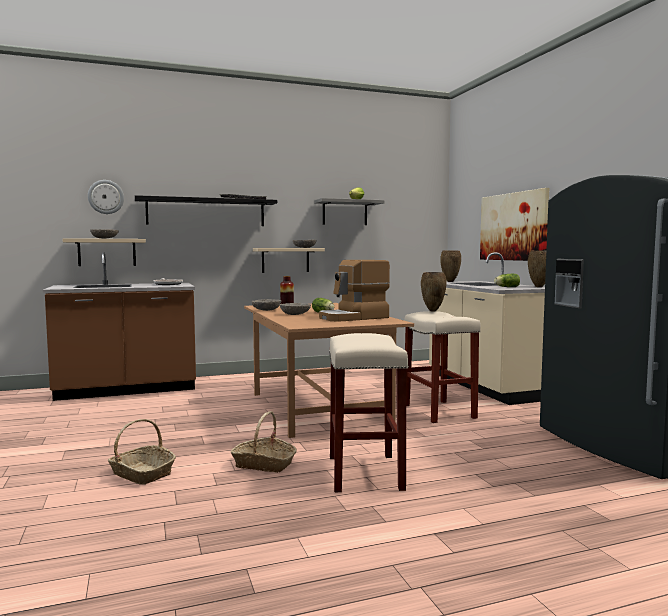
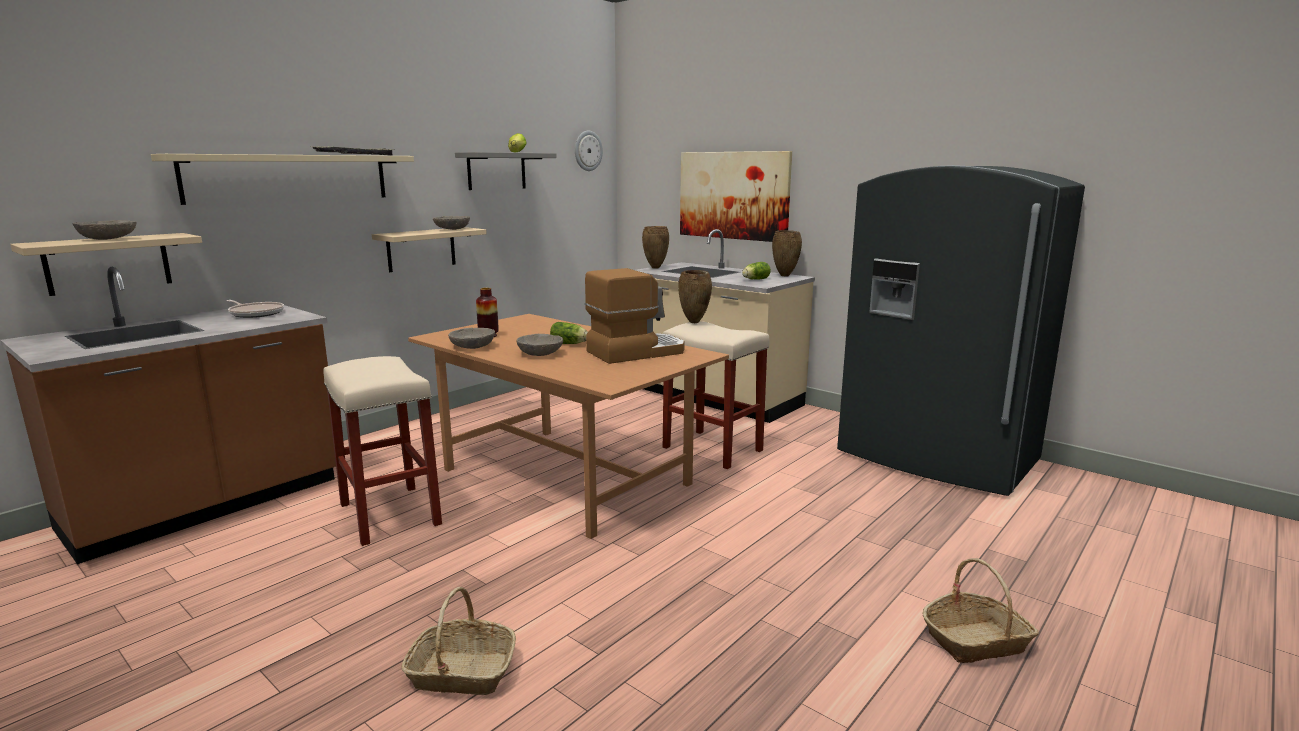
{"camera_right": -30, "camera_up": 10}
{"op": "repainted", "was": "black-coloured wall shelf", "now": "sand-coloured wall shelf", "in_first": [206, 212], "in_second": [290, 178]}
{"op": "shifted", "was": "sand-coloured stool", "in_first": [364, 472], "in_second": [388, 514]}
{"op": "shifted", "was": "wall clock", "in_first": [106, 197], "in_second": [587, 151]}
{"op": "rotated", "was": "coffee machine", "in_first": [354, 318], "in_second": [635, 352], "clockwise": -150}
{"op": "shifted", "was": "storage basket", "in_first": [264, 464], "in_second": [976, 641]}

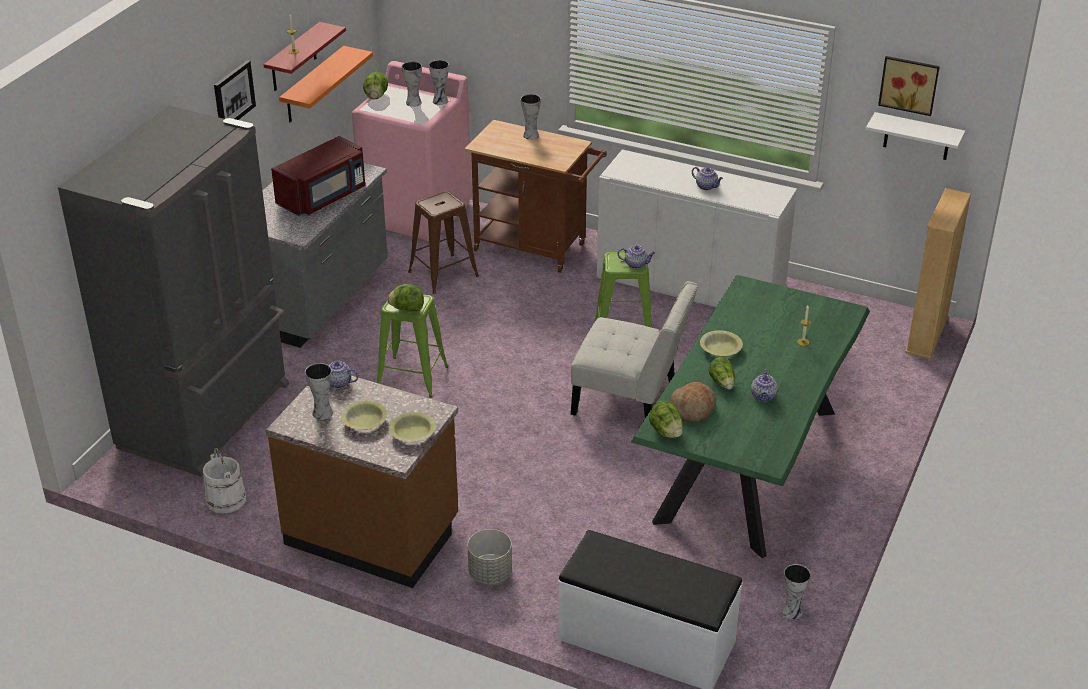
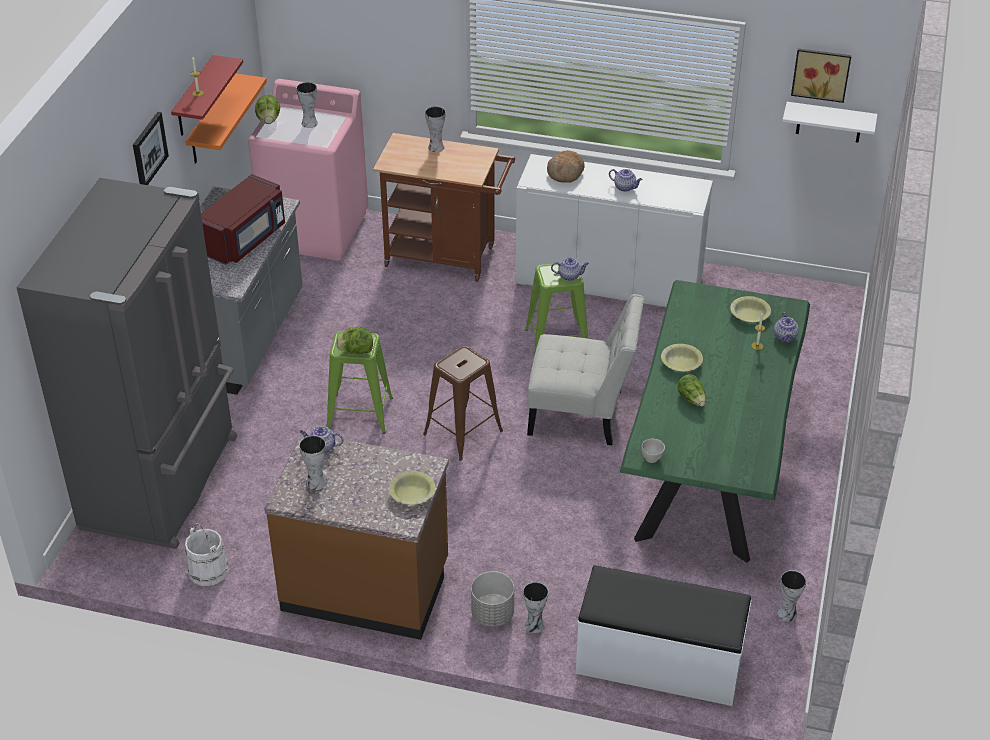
{"camera_right": -10, "camera_up": 5}
{"op": "shifted", "was": "brown-coloured stool", "in_first": [444, 274], "in_second": [463, 432]}
{"op": "shifted", "was": "vase", "in_first": [441, 101], "in_second": [535, 625]}
{"op": "shifted", "was": "baked bread", "in_first": [693, 409], "in_second": [565, 173]}
{"op": "swapped", "was": "head of lettuce", "now": "white-coloured serving bowl", "in_first": [666, 432], "in_second": [652, 458]}
{"op": "shifted", "was": "yellow serving bowl", "in_first": [364, 421], "in_second": [749, 315]}
{"op": "shifted", "was": "tea pot", "in_first": [763, 396], "in_second": [785, 337]}
{"op": "gone", "was": "sand-coloured shelving unit", "in_first": [926, 335]}

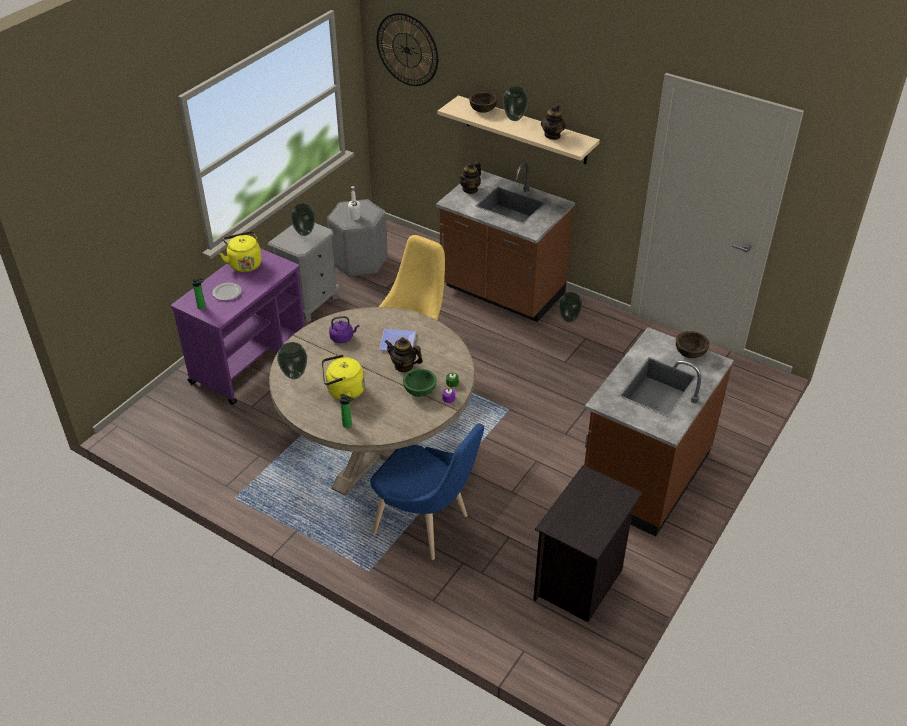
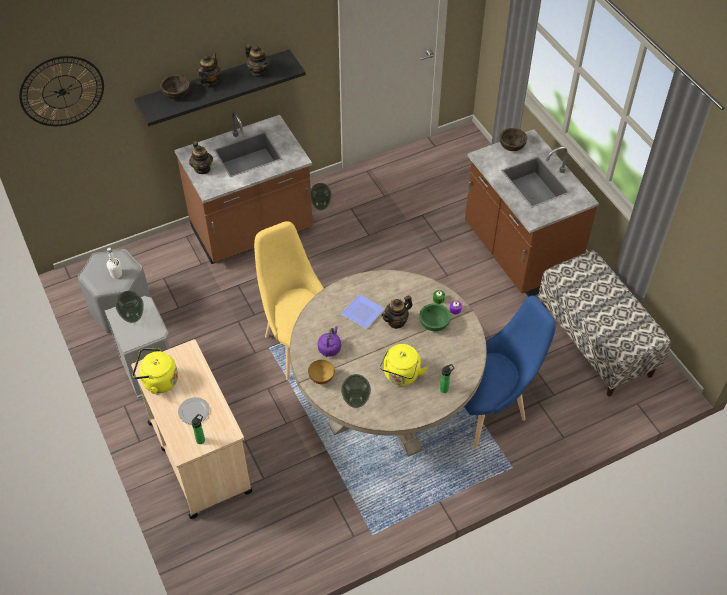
{"camera_right": -60, "camera_up": 10}
{"op": "repainted", "was": "purple-coloured cart", "now": "sand-coloured cart", "in_first": [250, 361], "in_second": [199, 456]}
{"op": "repainted", "was": "sand-coloured wall shelf", "now": "black-coloured wall shelf", "in_first": [526, 130], "in_second": [215, 85]}
{"op": "swapped", "was": "vase", "now": "tea pot", "in_first": [514, 118], "in_second": [209, 82]}
{"op": "new", "now": "serving bowl", "in_second": [321, 378]}
{"op": "swapped", "was": "black-coloured bedside table", "now": "long seat", "in_first": [580, 583], "in_second": [595, 341]}

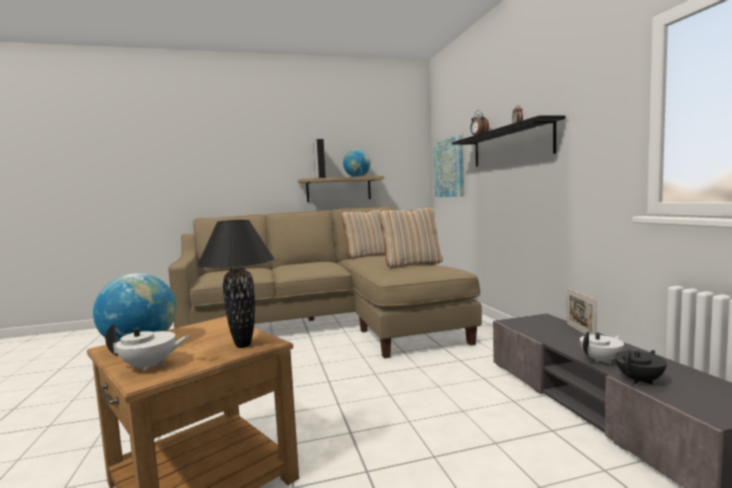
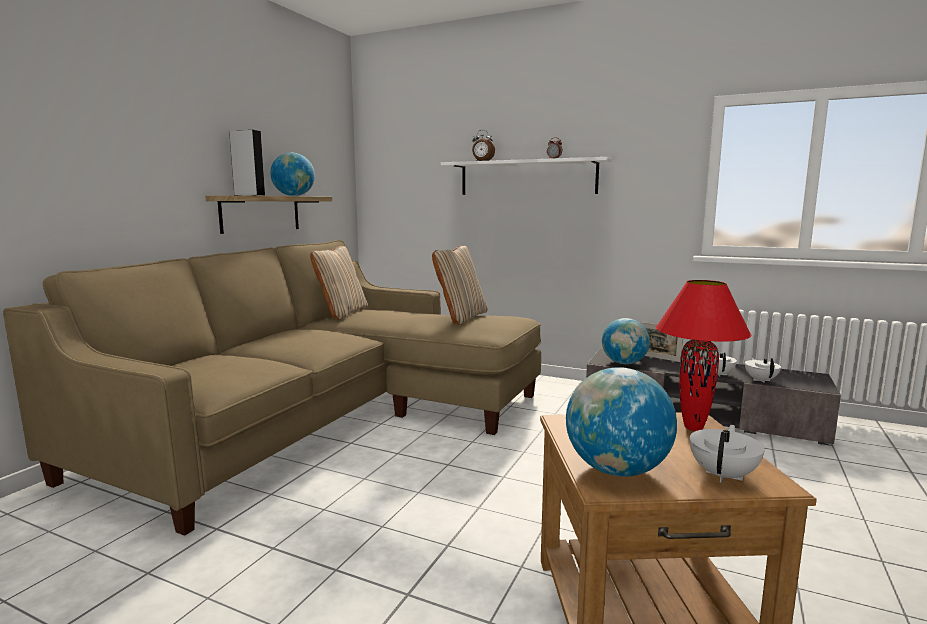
{"camera_right": -50, "camera_up": 5}
{"op": "repainted", "was": "black-coloured wall shelf", "now": "white-coloured wall shelf", "in_first": [510, 146], "in_second": [527, 178]}
{"op": "new", "now": "desk globe", "in_second": [624, 363]}
{"op": "repainted", "was": "black-coloured table lamp", "now": "reddish table lamp", "in_first": [243, 346], "in_second": [694, 428]}
{"op": "repainted", "was": "black-coloured tea pot", "now": "white-coloured tea pot", "in_first": [640, 380], "in_second": [761, 380]}
{"op": "gone", "was": "wall picture", "in_first": [449, 168]}

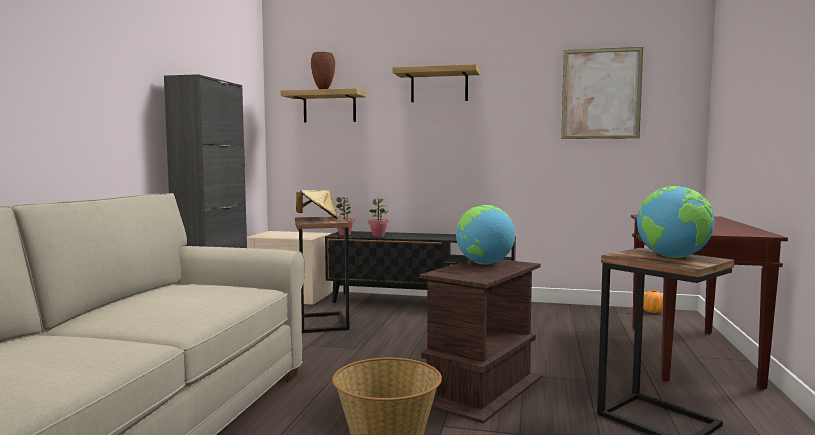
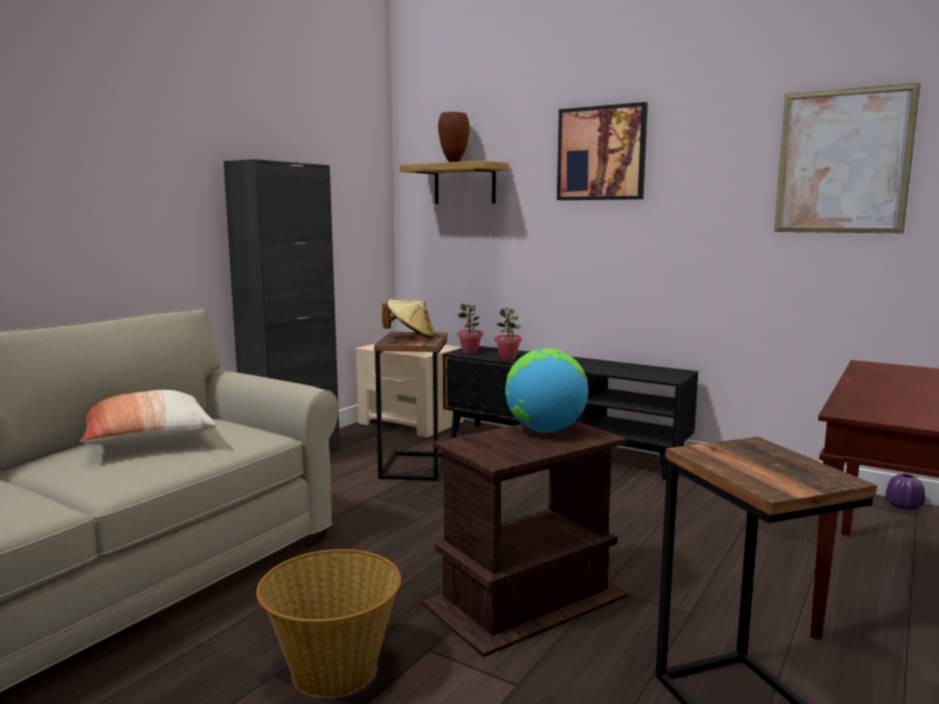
{"camera_right": 20, "camera_up": 5}
{"op": "new", "now": "cushion", "in_second": [147, 440]}
{"op": "swapped", "was": "wall shelf", "now": "wall picture", "in_first": [439, 86], "in_second": [601, 153]}
{"op": "repainted", "was": "orangey vase", "now": "purple-coloured vase", "in_first": [652, 311], "in_second": [903, 506]}
{"op": "gone", "was": "desk globe", "in_first": [673, 257]}

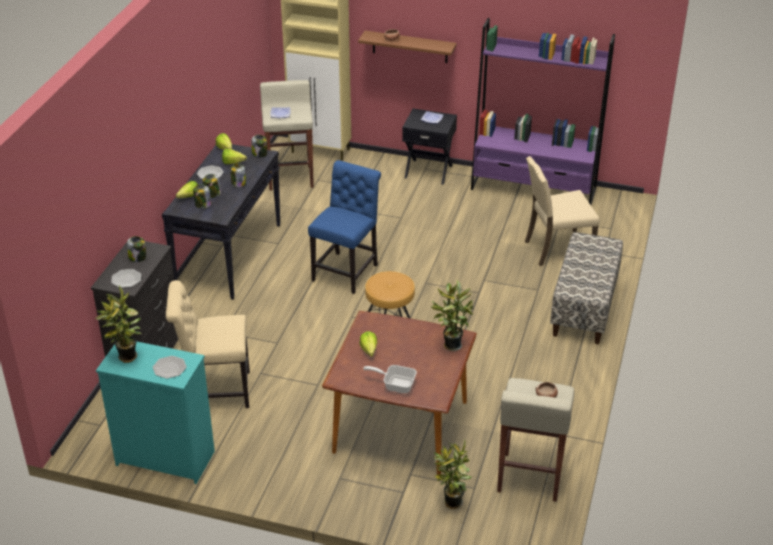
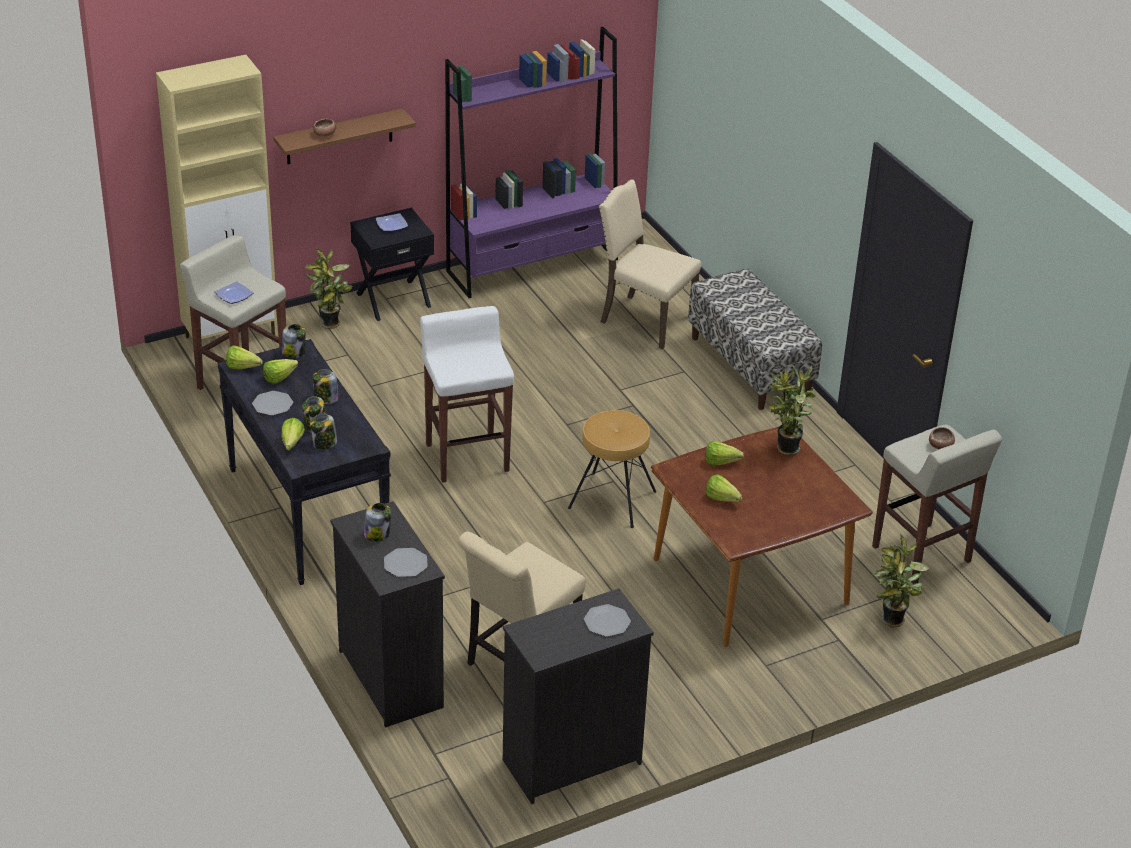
{"camera_right": -45, "camera_up": 0}
{"op": "shifted", "was": "potted plant", "in_first": [126, 358], "in_second": [330, 325]}
{"op": "swapped", "was": "blue plain chair", "now": "white-coloured stool", "in_first": [347, 271], "in_second": [467, 456]}
{"op": "repainted", "was": "blue-green dresser", "now": "black-coloured dresser", "in_first": [165, 457], "in_second": [570, 761]}
{"op": "rotated", "was": "sand-coloured plain chair", "in_first": [556, 249], "in_second": [644, 320], "clockwise": 90}
{"op": "new", "now": "head of lettuce", "in_second": [724, 463]}
{"op": "gone", "was": "pan", "in_first": [395, 384]}

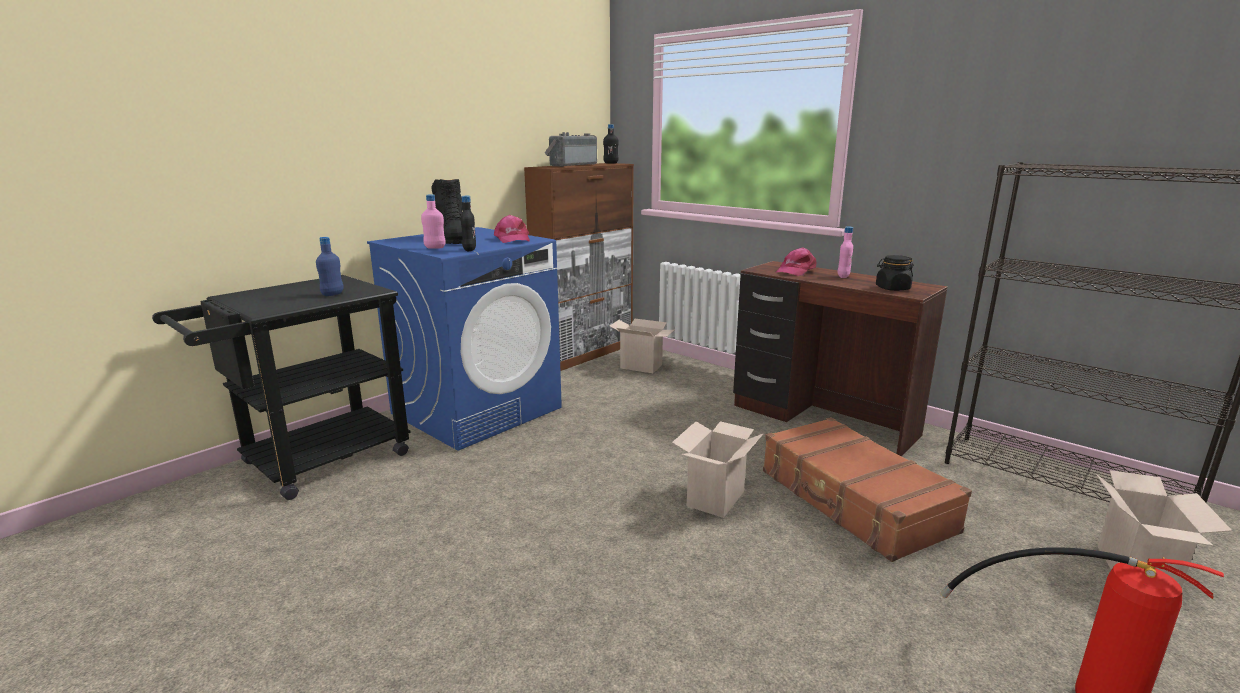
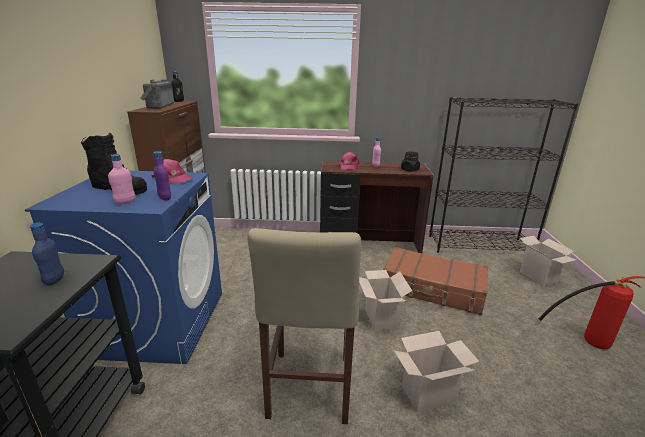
{"camera_right": -40, "camera_up": 5}
{"op": "repainted", "was": "black-coloured beverage bottle", "now": "purple-coloured beverage bottle", "in_first": [469, 250], "in_second": [165, 198]}
{"op": "new", "now": "sand-coloured stool", "in_second": [308, 390]}
{"op": "shifted", "was": "cardboard box", "in_first": [642, 366], "in_second": [429, 393]}

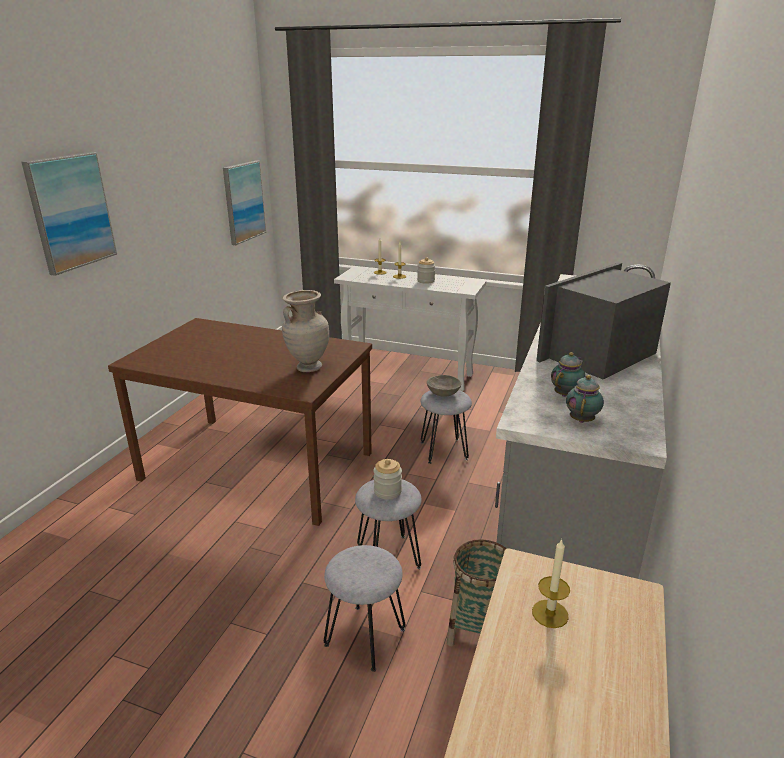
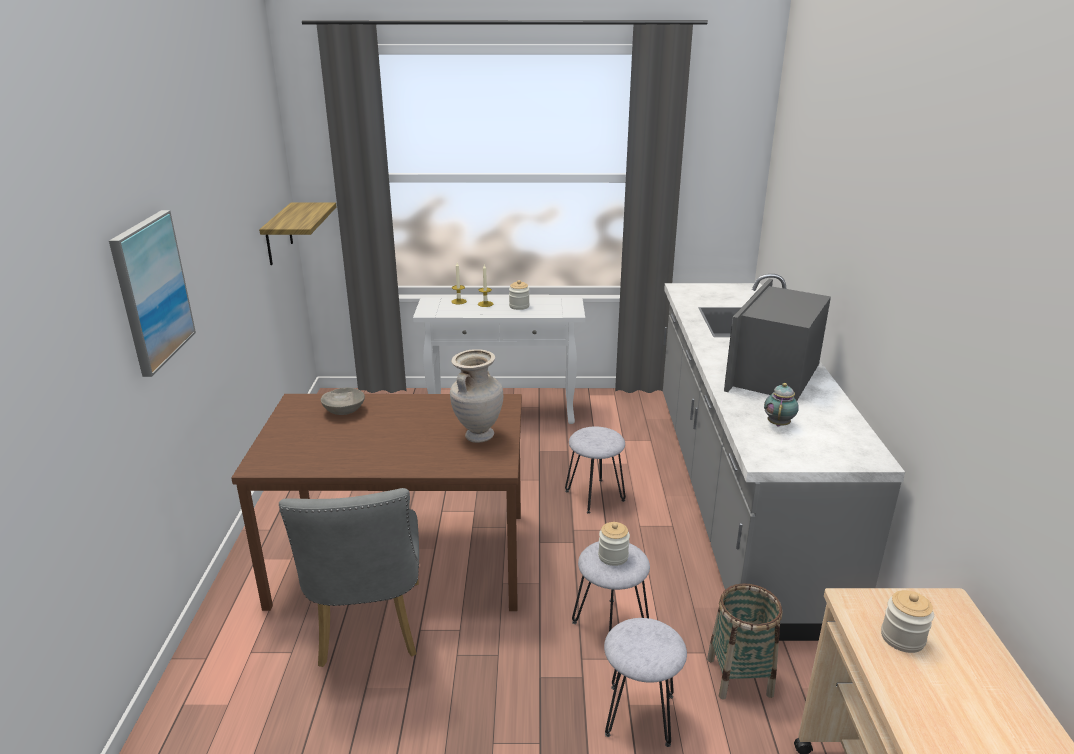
{"camera_right": -20, "camera_up": 0}
{"op": "swapped", "was": "wall picture", "now": "wall shelf", "in_first": [243, 202], "in_second": [278, 234]}
{"op": "new", "now": "grey plain chair", "in_second": [369, 630]}
{"op": "shifted", "was": "grey serving bowl", "in_first": [443, 393], "in_second": [343, 411]}
{"op": "swapped", "was": "candle", "now": "storage jar", "in_first": [550, 613], "in_second": [902, 638]}
{"op": "gone", "was": "tea pot", "in_first": [582, 419]}

